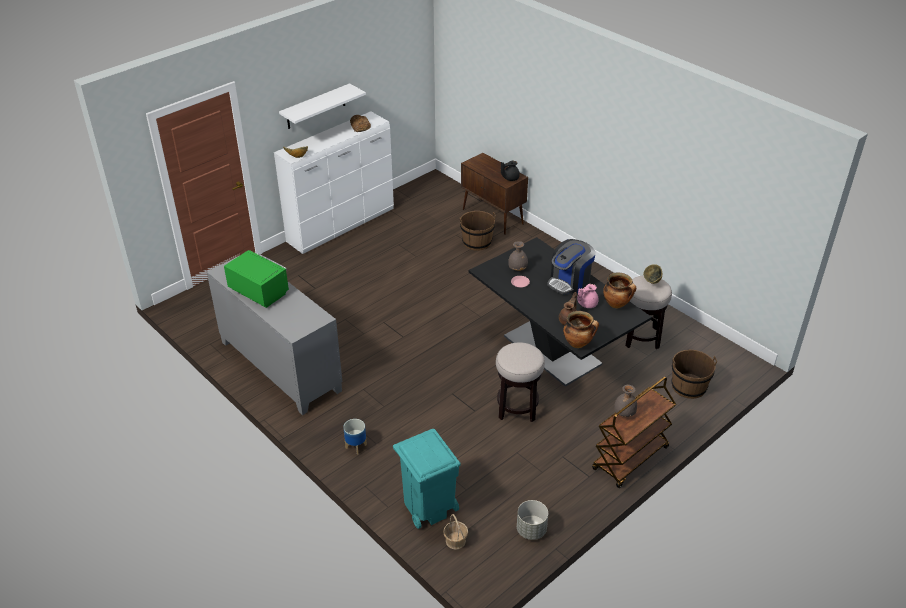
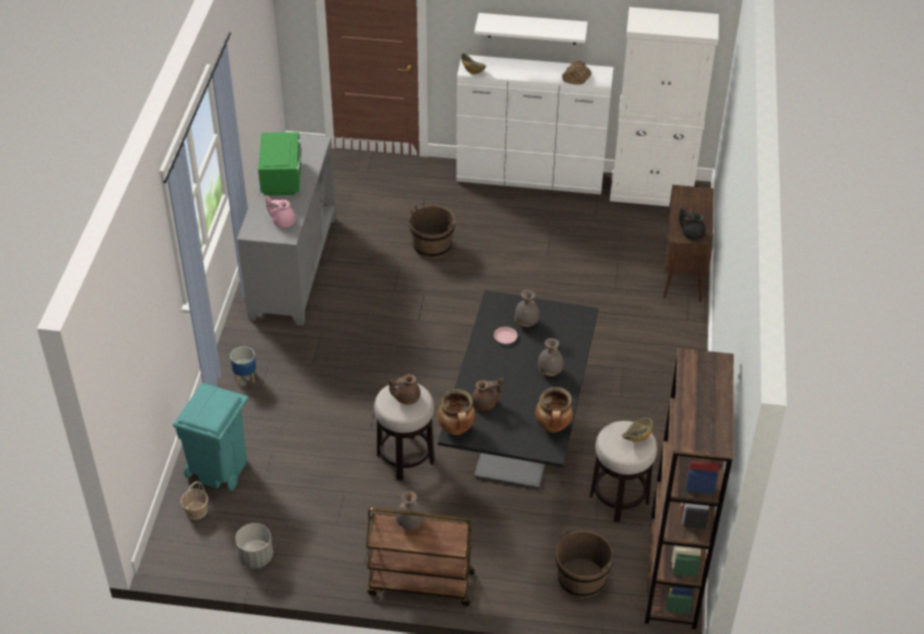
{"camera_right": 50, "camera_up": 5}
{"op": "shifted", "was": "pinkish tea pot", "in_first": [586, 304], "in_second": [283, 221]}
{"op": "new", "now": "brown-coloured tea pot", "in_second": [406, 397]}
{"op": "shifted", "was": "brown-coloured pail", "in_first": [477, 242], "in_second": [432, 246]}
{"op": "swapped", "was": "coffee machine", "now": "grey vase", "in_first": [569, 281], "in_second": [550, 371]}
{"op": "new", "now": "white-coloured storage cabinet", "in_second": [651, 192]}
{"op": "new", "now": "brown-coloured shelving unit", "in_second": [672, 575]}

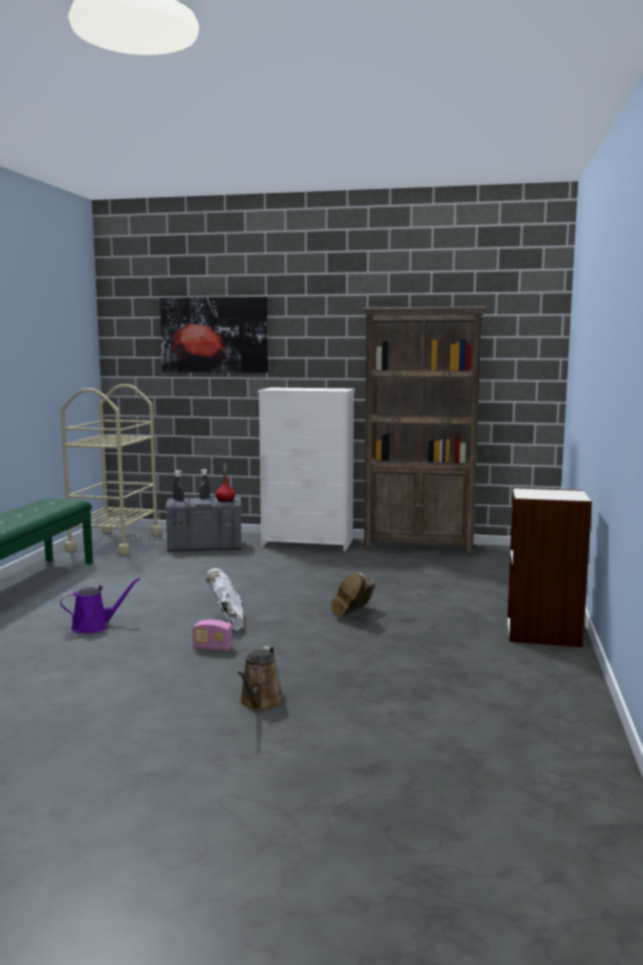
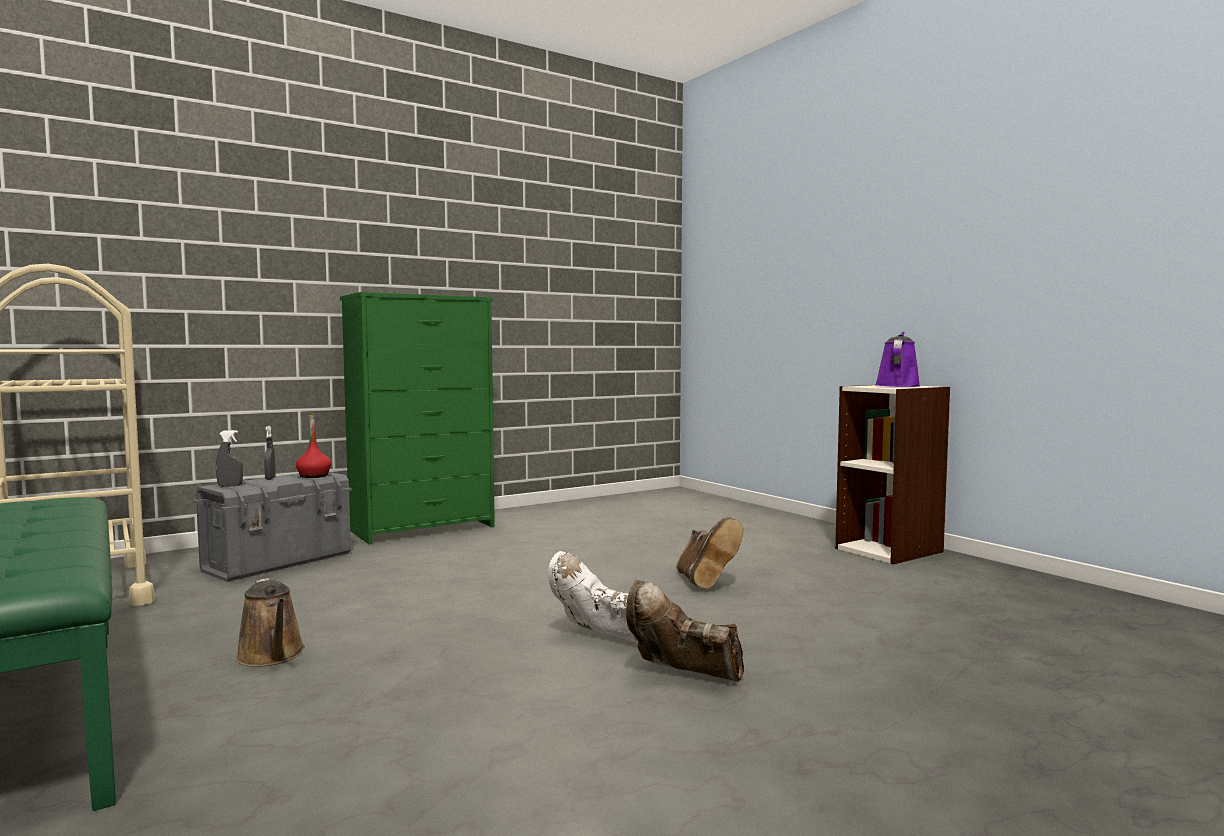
{"camera_right": -45, "camera_up": -5}
{"op": "shifted", "was": "brown-coloured watering can", "in_first": [260, 702], "in_second": [272, 656]}
{"op": "repainted", "was": "white-coloured dresser", "now": "green dresser", "in_first": [308, 543], "in_second": [424, 528]}
{"op": "swapped", "was": "radio", "now": "brown-coloured tall boot", "in_first": [212, 648], "in_second": [682, 677]}
{"op": "shifted", "was": "purple-coloured watering can", "in_first": [94, 626], "in_second": [897, 386]}
{"op": "gone", "was": "wall picture", "in_first": [214, 335]}
{"op": "gone", "was": "brown-coloured shelving unit", "in_first": [420, 547]}

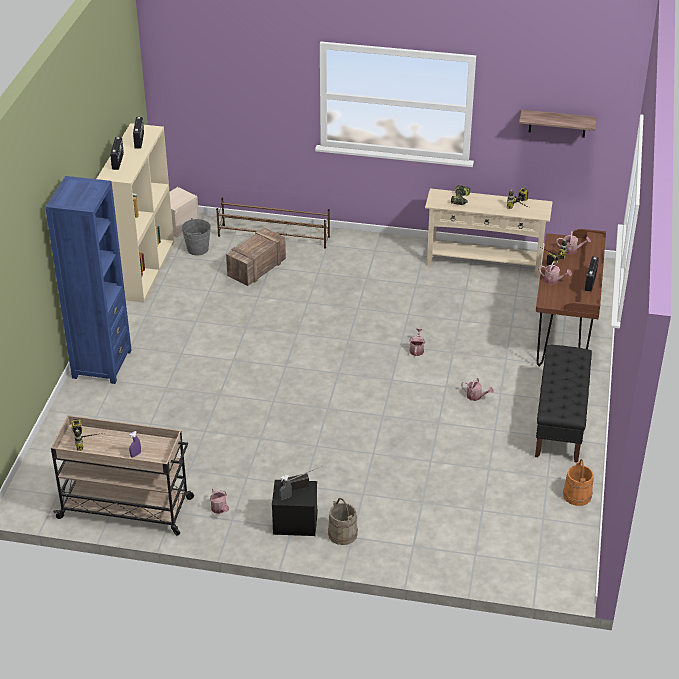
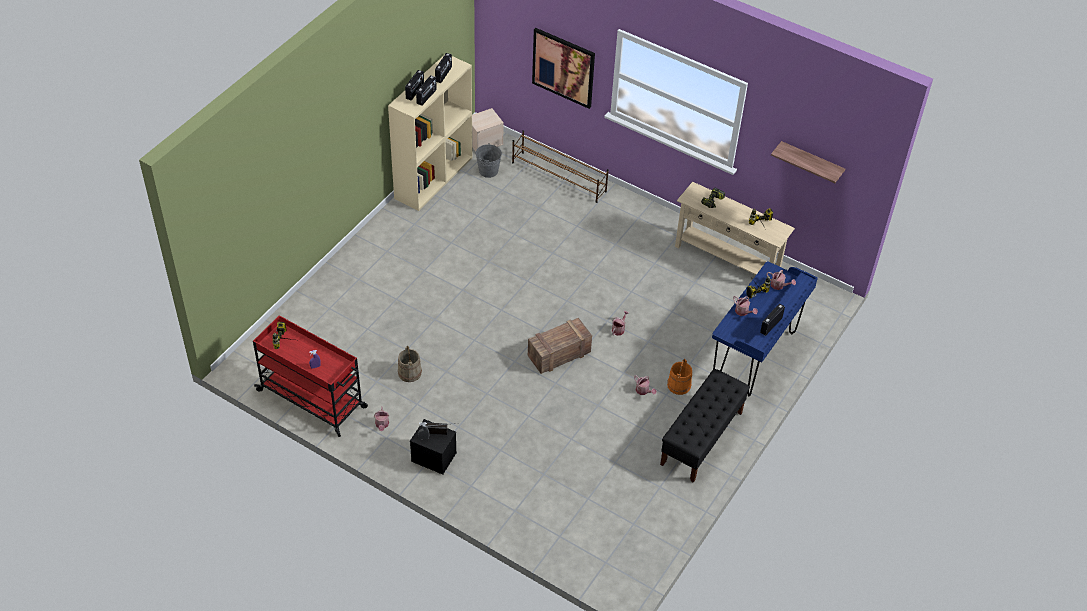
{"camera_right": 20, "camera_up": 10}
{"op": "repainted", "was": "sand-coloured cart", "now": "reddish cart", "in_first": [127, 508], "in_second": [313, 399]}
{"op": "shifted", "was": "sand-coloured pail", "in_first": [343, 534], "in_second": [410, 373]}
{"op": "new", "now": "radio", "in_second": [427, 97]}
{"op": "shifted", "was": "shipping crate", "in_first": [256, 268], "in_second": [558, 355]}
{"op": "new", "now": "wall picture", "in_second": [563, 67]}
{"op": "shifted", "was": "orangey pail", "in_first": [577, 495], "in_second": [679, 385]}
{"op": "repainted", "was": "brown-coloured desk", "now": "blue desk", "in_first": [564, 336], "in_second": [754, 356]}
{"op": "gone", "was": "blue shelving unit", "in_first": [101, 364]}

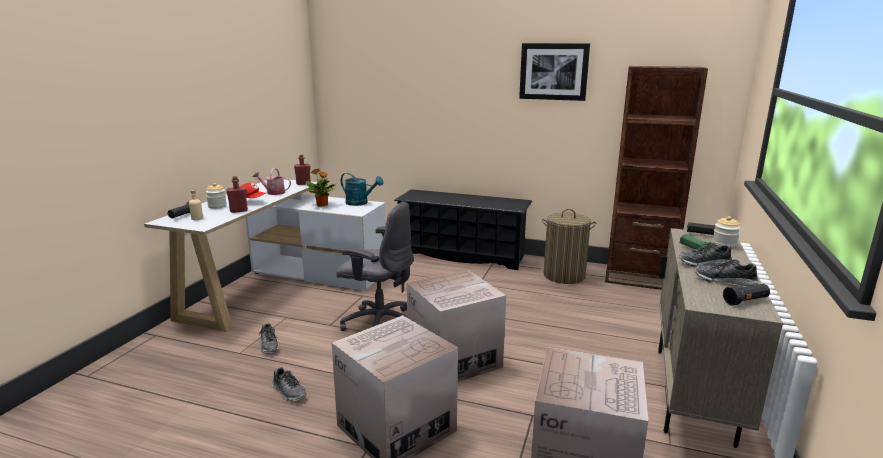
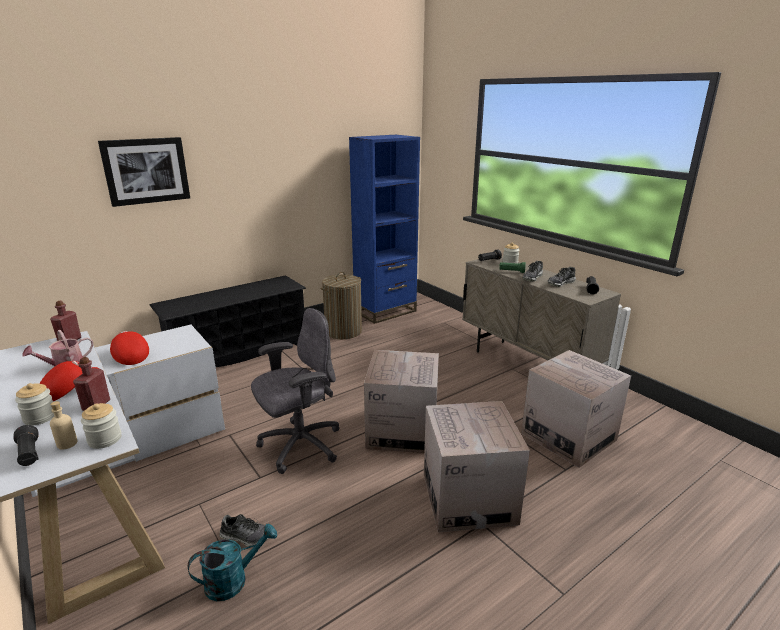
{"camera_right": -55, "camera_up": 5}
{"op": "new", "now": "storage jar", "in_second": [105, 439]}
{"op": "shifted", "was": "wall picture", "in_first": [553, 71], "in_second": [146, 171]}
{"op": "swapped", "was": "potted plant", "now": "reddish baseball cap", "in_first": [322, 205], "in_second": [130, 356]}
{"op": "shifted", "was": "blue-green watering can", "in_first": [360, 203], "in_second": [233, 580]}
{"op": "repainted", "was": "brown-coloured shelving unit", "now": "blue shelving unit", "in_first": [639, 278], "in_second": [385, 311]}
{"op": "gone", "was": "shoe", "in_first": [289, 392]}

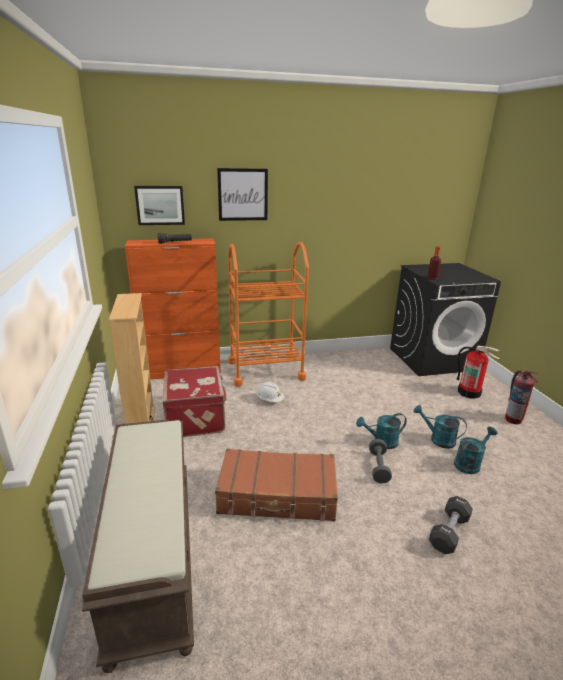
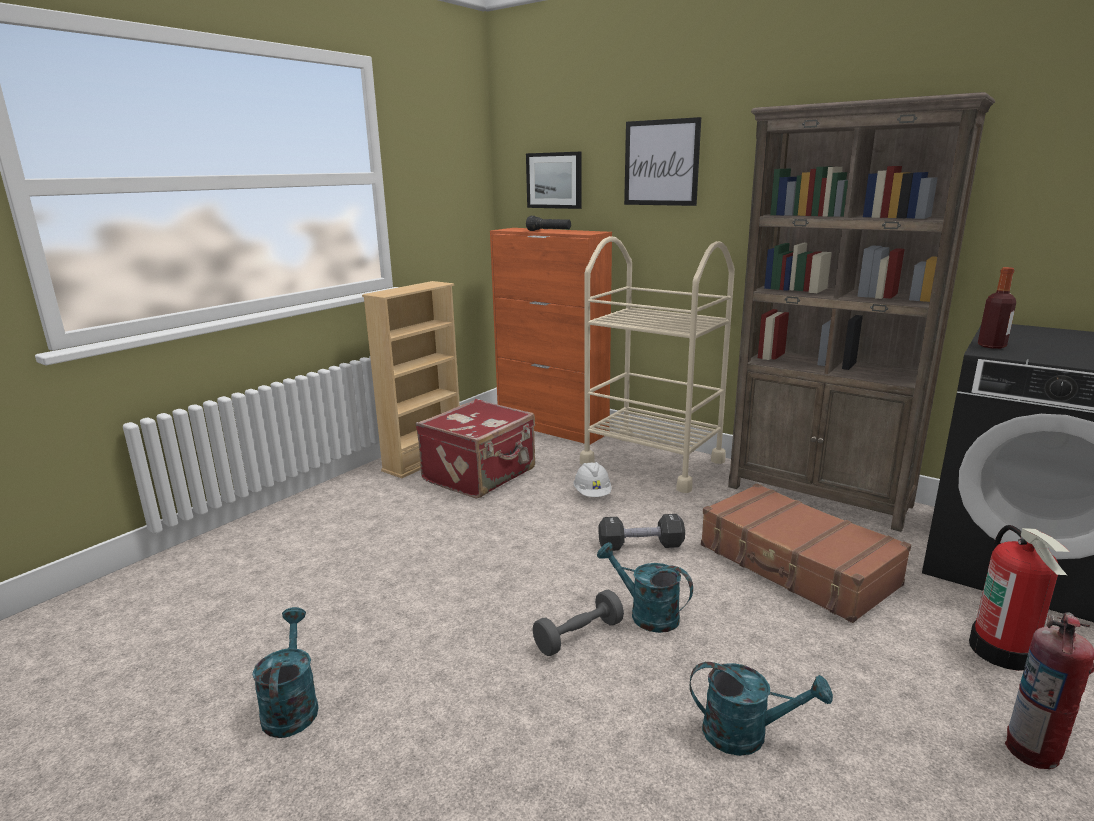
{"camera_right": 50, "camera_up": -5}
{"op": "shifted", "was": "blue-green watering can", "in_first": [438, 439], "in_second": [291, 706]}
{"op": "repainted", "was": "orangey cart", "now": "sand-coloured cart", "in_first": [265, 370], "in_second": [652, 462]}
{"op": "shifted", "was": "black-coloured dumbbell", "in_first": [449, 532], "in_second": [640, 545]}
{"op": "shifted", "was": "brown-coloured piece of luggage", "in_first": [277, 495], "in_second": [796, 566]}
{"op": "new", "now": "brown-coloured shelving unit", "in_second": [819, 496]}
{"op": "gone", "was": "brown-coloured long seat", "in_first": [151, 553]}

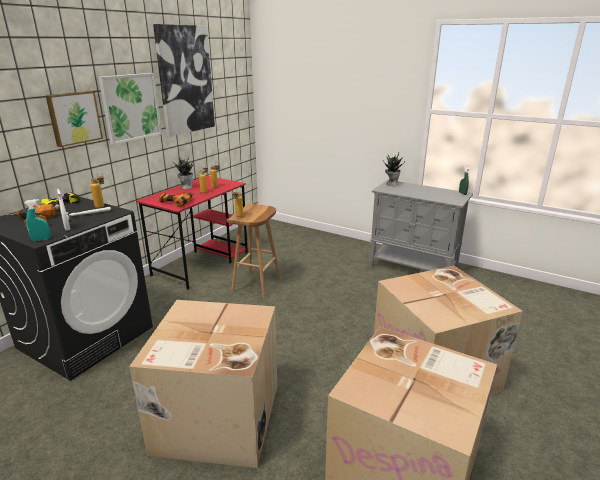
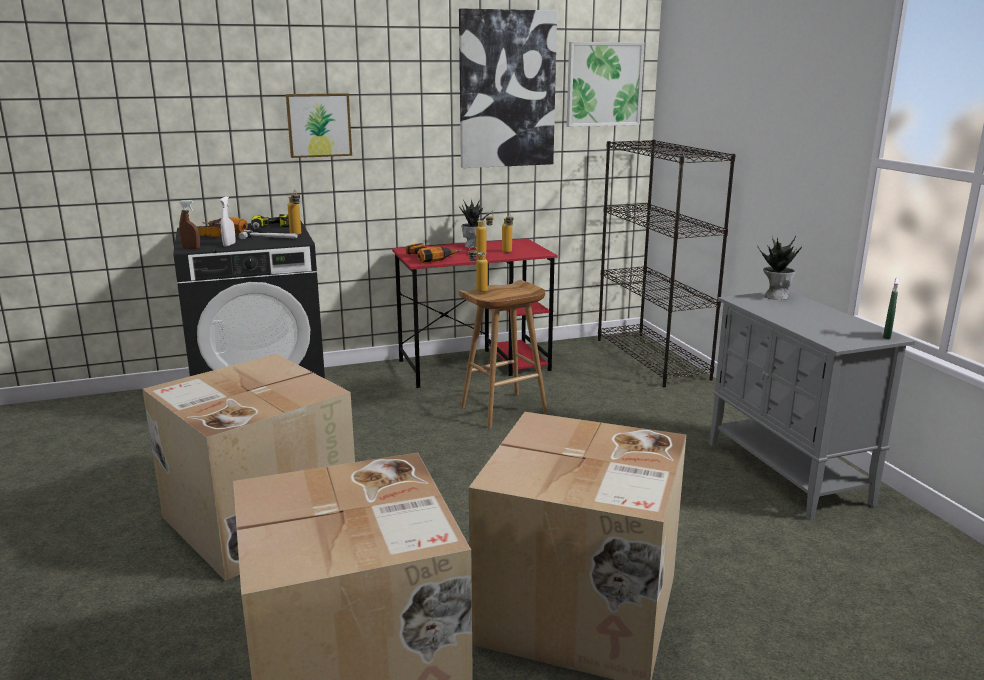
{"camera_right": 40, "camera_up": -5}
{"op": "repainted", "was": "blue-green hand sprayer", "now": "brown-coloured hand sprayer", "in_first": [41, 239], "in_second": [191, 248]}
{"op": "shifted", "was": "wall picture", "in_first": [131, 107], "in_second": [604, 84]}
{"op": "new", "now": "black-coloured shelving unit", "in_second": [652, 359]}

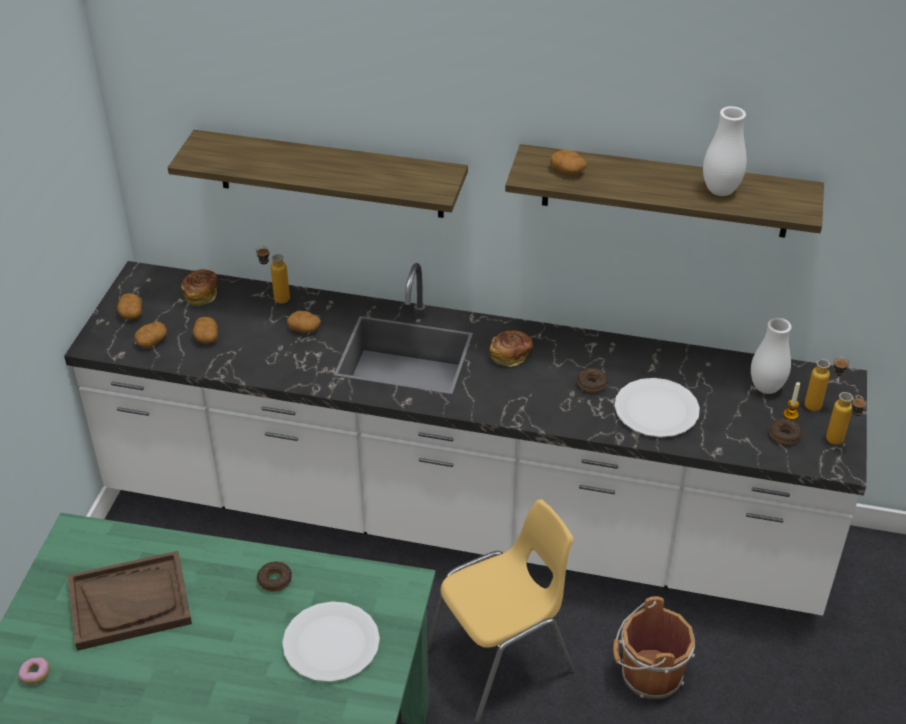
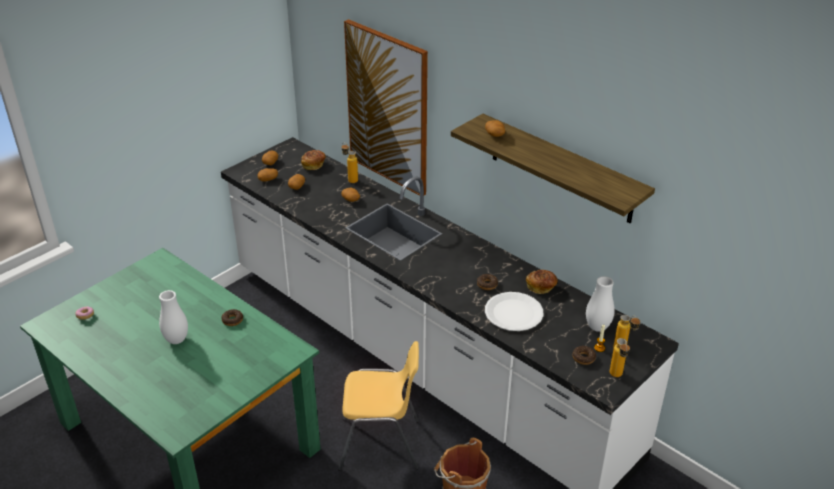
{"camera_right": 30, "camera_up": -5}
{"op": "shifted", "was": "white-coloured vase", "in_first": [720, 191], "in_second": [176, 340]}
{"op": "swapped", "was": "wall shelf", "now": "wall picture", "in_first": [330, 174], "in_second": [388, 108]}
{"op": "shifted", "was": "baked bread", "in_first": [510, 355], "in_second": [541, 287]}
{"op": "gone", "was": "brown-coloured carrying tray", "in_first": [130, 602]}
{"op": "gone", "was": "white-coloured dinner plate", "in_first": [331, 644]}

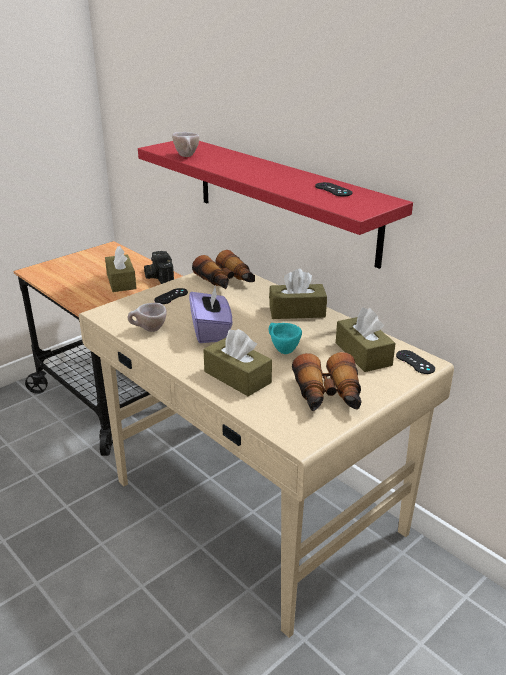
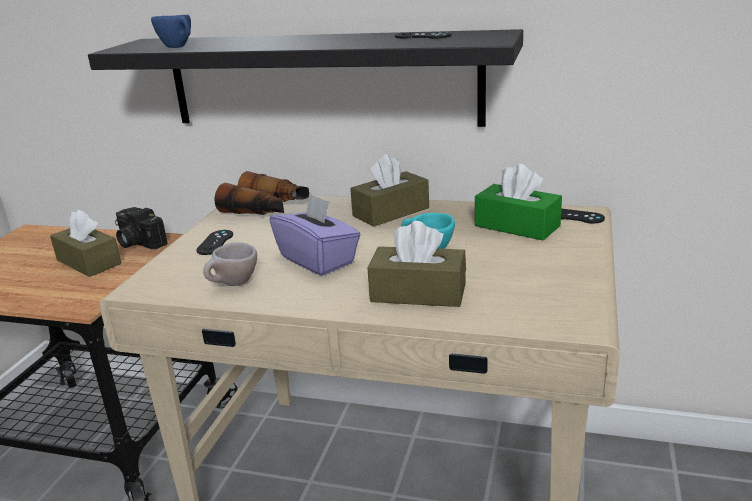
{"camera_right": -30, "camera_up": -5}
{"op": "repainted", "was": "reddish wall shelf", "now": "black-coloured wall shelf", "in_first": [283, 198], "in_second": [321, 80]}
{"op": "repainted", "was": "sand-coloured drinking cup", "now": "blue drinking cup", "in_first": [187, 157], "in_second": [179, 47]}
{"op": "repainted", "was": "brown-coloured tissue box", "now": "green tissue box", "in_first": [363, 354], "in_second": [517, 226]}
{"op": "gone", "was": "field glasses", "in_first": [328, 396]}

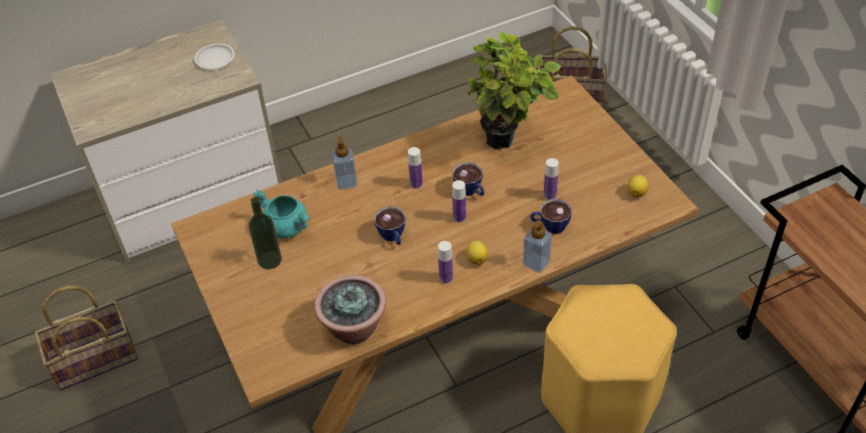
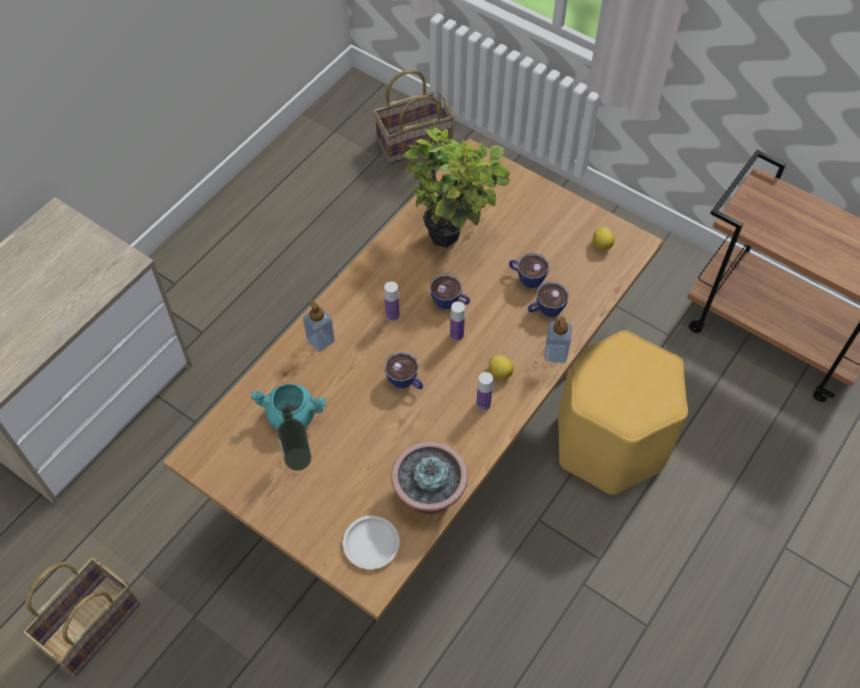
{"camera_right": -30, "camera_up": 10}
{"op": "shifted", "was": "white-coloured dinner plate", "in_first": [215, 59], "in_second": [371, 543]}
{"op": "swapped", "was": "beverage bottle", "now": "drinking cup", "in_first": [549, 195], "in_second": [526, 278]}

